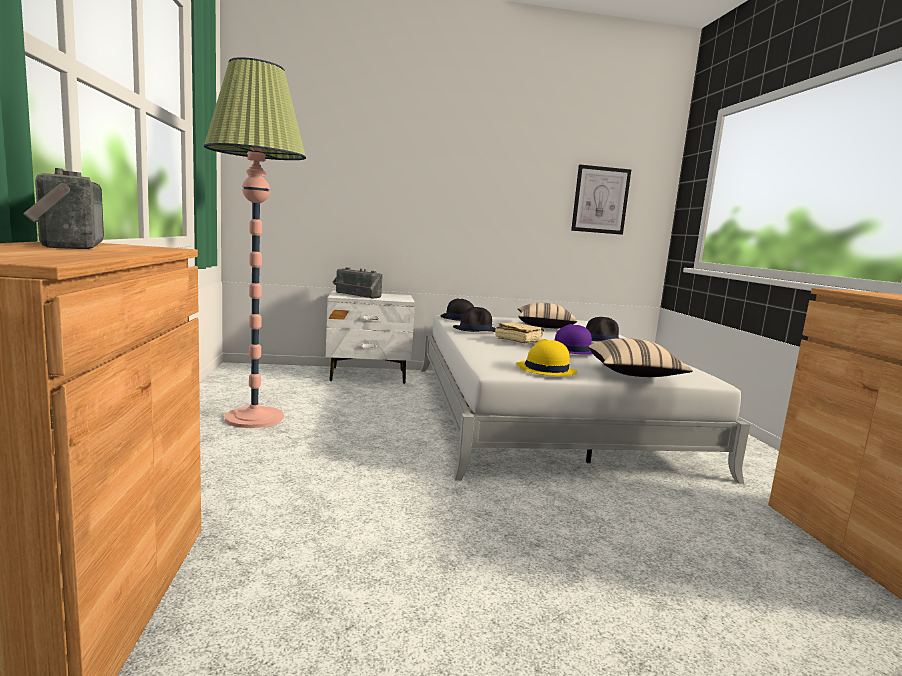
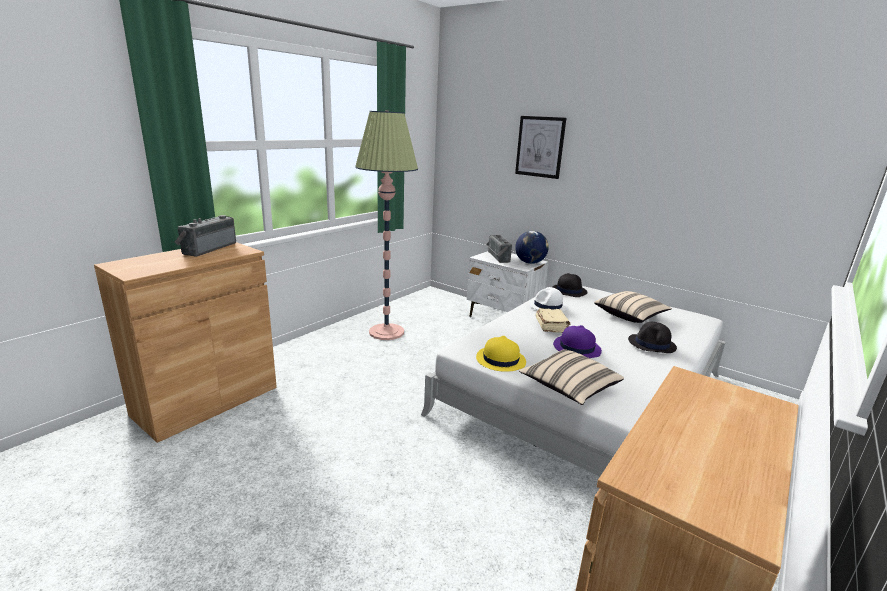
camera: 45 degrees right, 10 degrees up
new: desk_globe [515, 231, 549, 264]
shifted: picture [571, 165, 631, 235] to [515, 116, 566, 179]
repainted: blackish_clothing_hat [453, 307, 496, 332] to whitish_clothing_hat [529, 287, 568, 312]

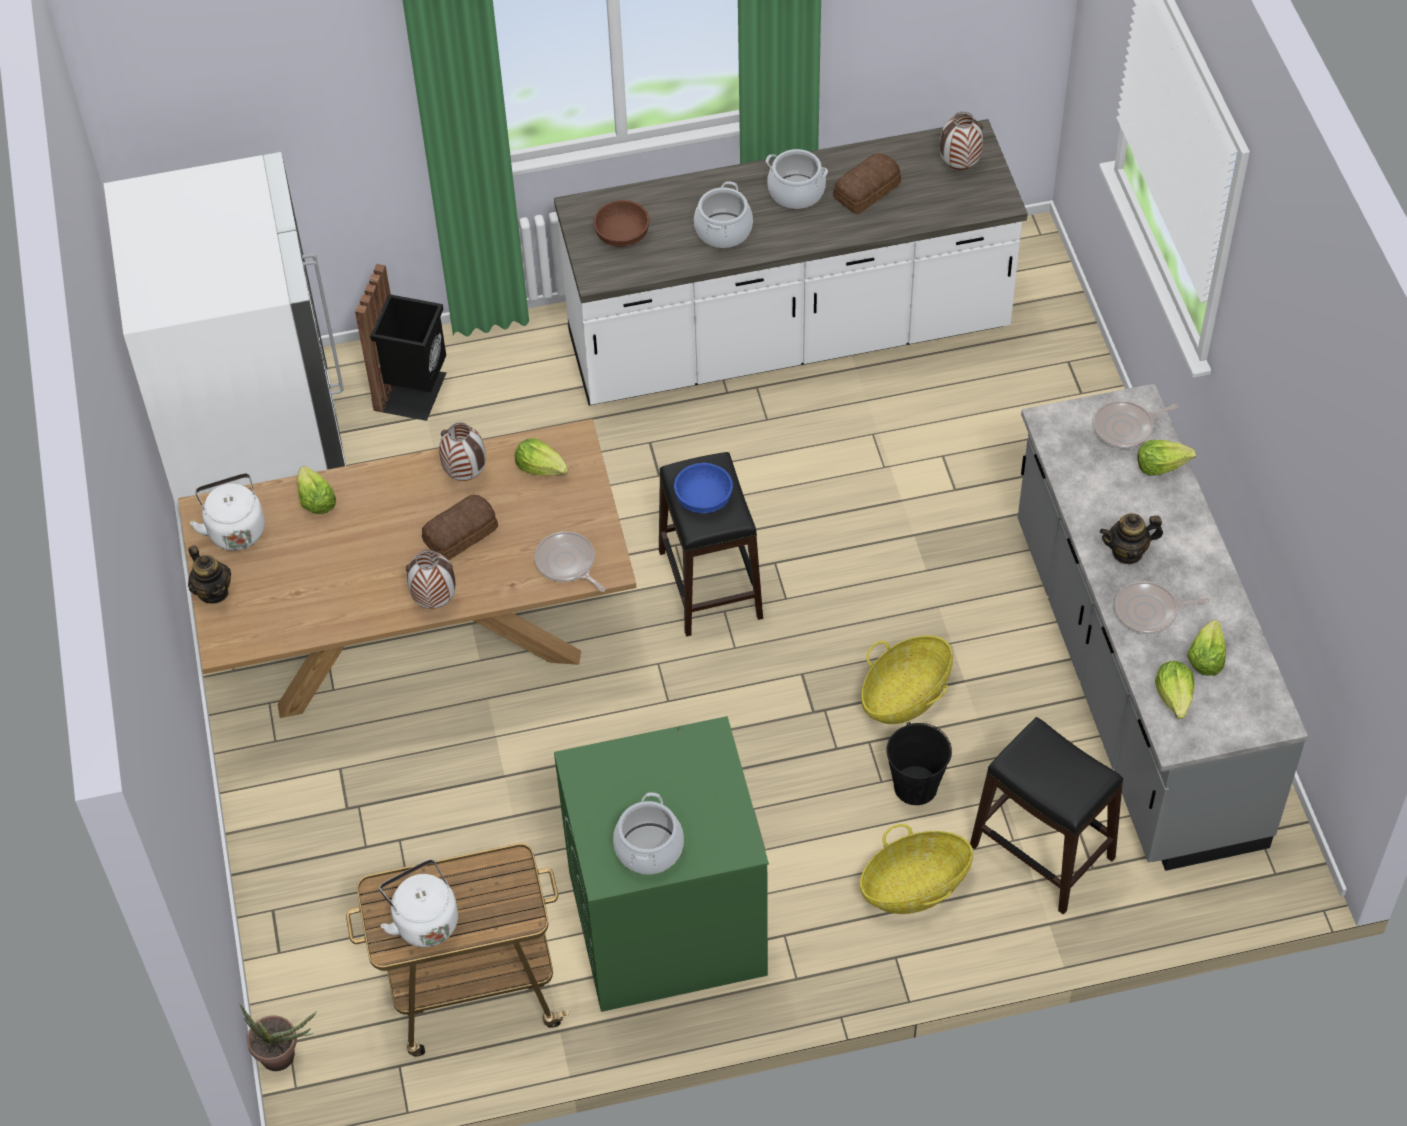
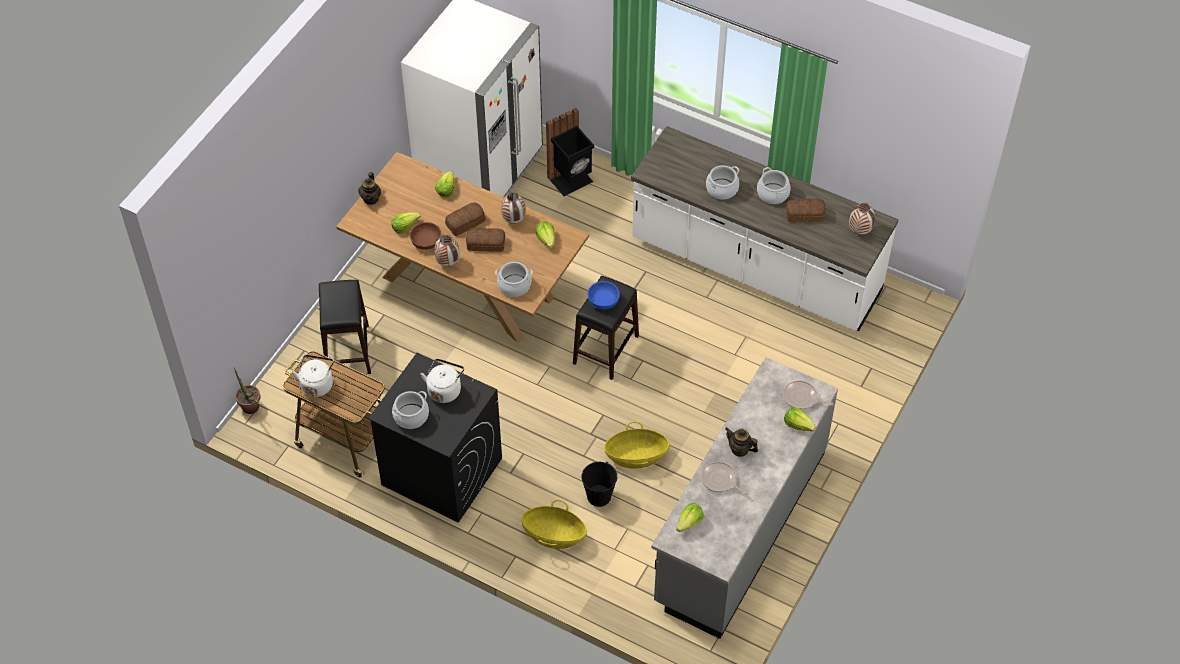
camera: 40 degrees right, 0 degrees up
new: baked_bread [445, 202, 486, 236]
shifted: whitish_tea_kettle [190, 473, 265, 551] to [420, 359, 464, 403]; brown-coloured_deep_dish [593, 200, 650, 247] to [410, 222, 442, 250]; blackish_stool [970, 717, 1123, 915] to [319, 280, 371, 374]; lettuce [1187, 620, 1226, 676] to [391, 212, 420, 234]
swapped: skillet [534, 531, 605, 592] to saucepot [495, 262, 533, 297]
repainted: green_laundry_appliance [554, 716, 769, 1012] to blackish_laundry_appliance [368, 353, 502, 523]

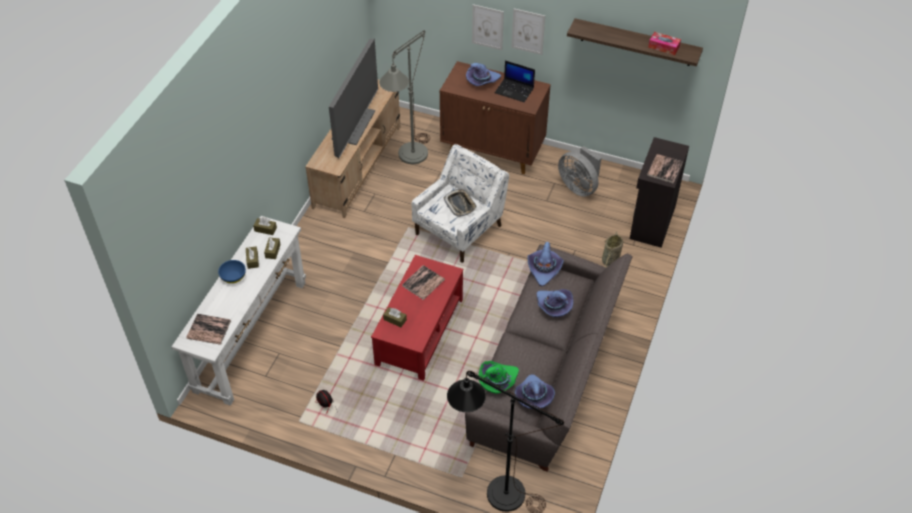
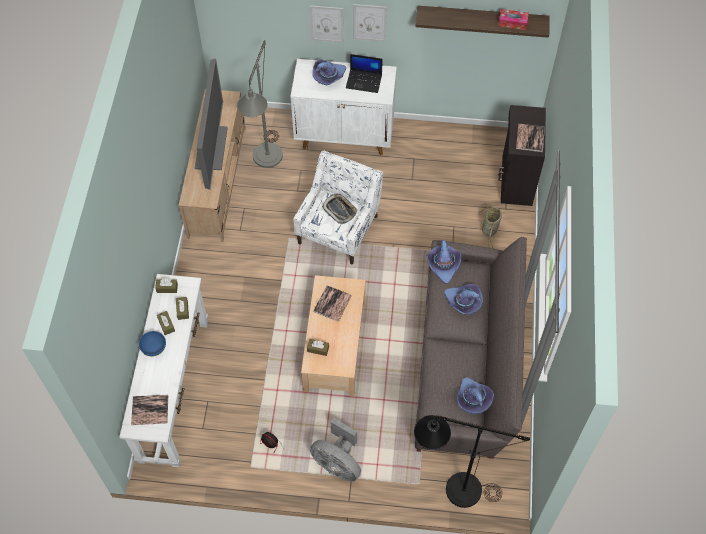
camera: 15 degrees left, 10 degrees up
gone: green_clothing_hat [479, 361, 519, 394]
shifted: gray_fan [558, 146, 601, 197] to [310, 418, 361, 481]
repainted: red_lounge_table [371, 255, 463, 381] to beige_lounge_table [301, 275, 366, 396]; brown-coloured_cupboard [440, 61, 551, 174] to whitish_cupboard [291, 59, 397, 155]

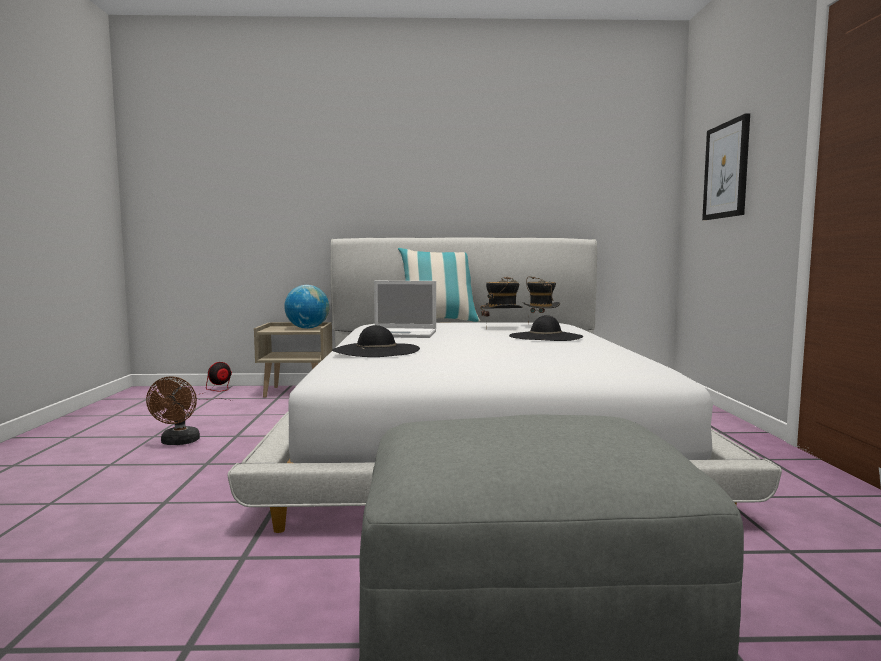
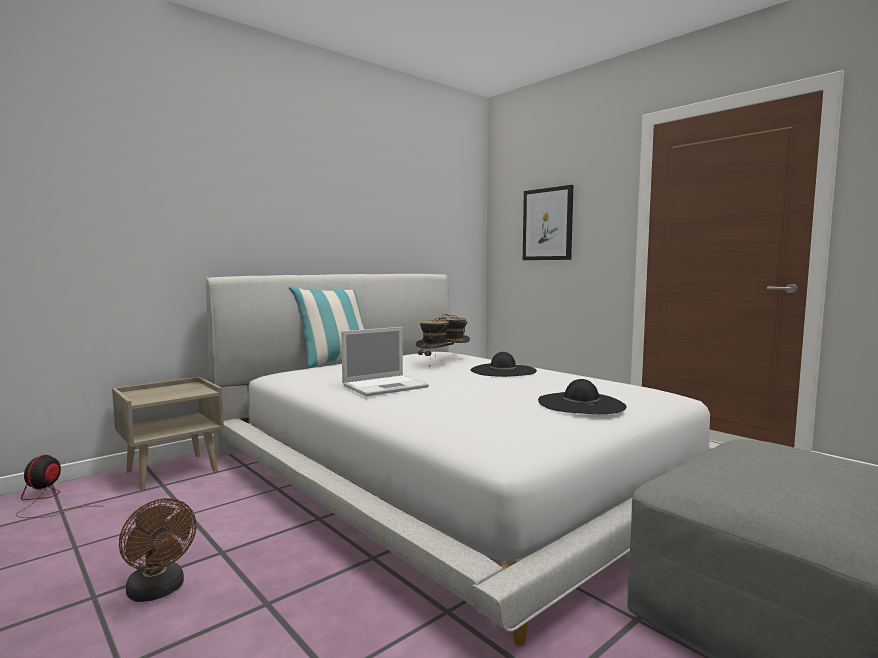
camera: 40 degrees left, 0 degrees up
gone: desk_globe [284, 285, 329, 329]
shifted: blackish_clothing_hat [332, 325, 420, 357] to [538, 379, 626, 414]

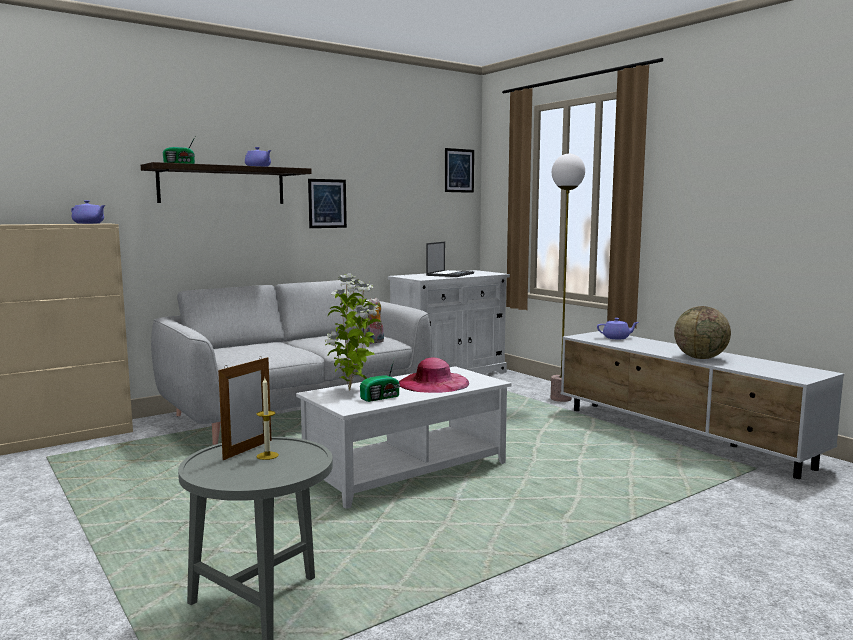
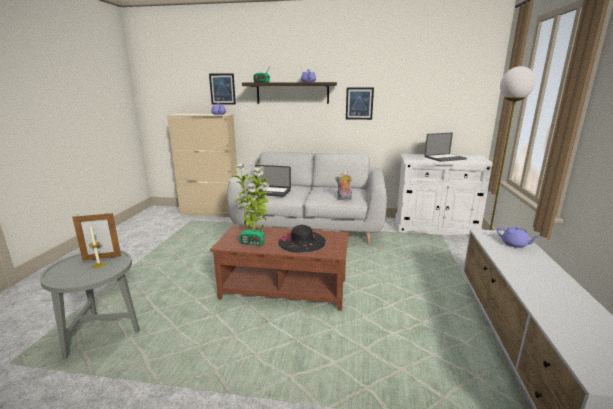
camera: 45 degrees right, 10 degrees up
gone: desk_globe [674, 306, 731, 359]
new: notebook_computer [248, 165, 291, 197]
shifted: picture [445, 148, 474, 193] to [209, 73, 236, 105]
repainted: whitish_lounge_table [296, 366, 512, 509] to brown-coloured_lounge_table [210, 225, 349, 311]; pinkish_clothing_hat [399, 358, 469, 393] to blackish_clothing_hat [278, 225, 327, 253]

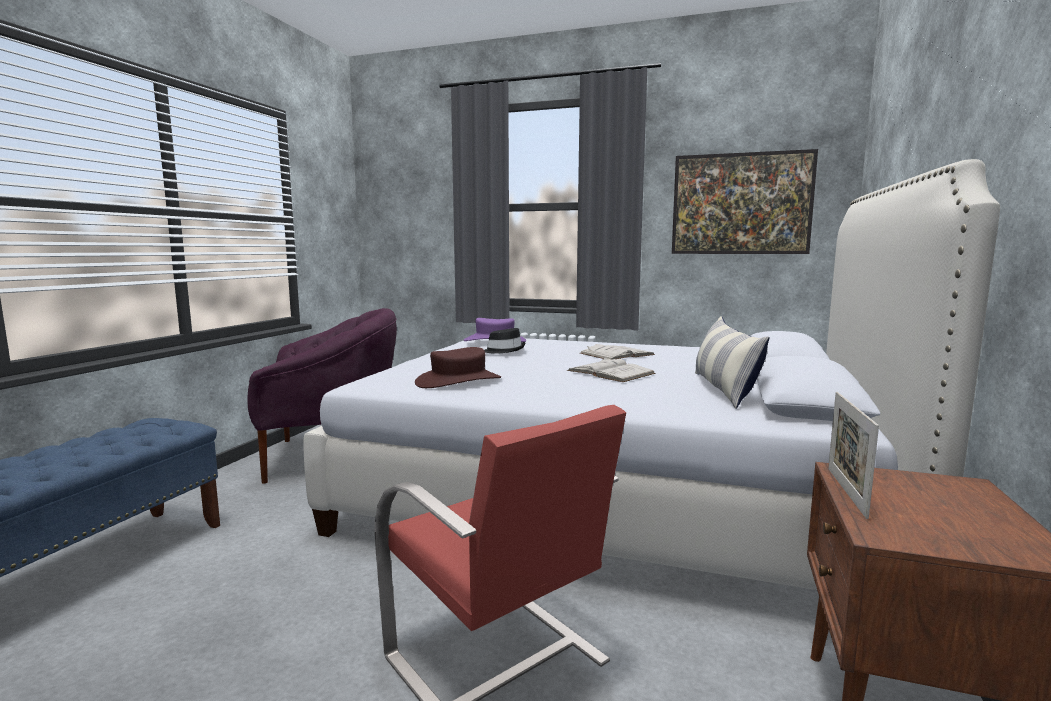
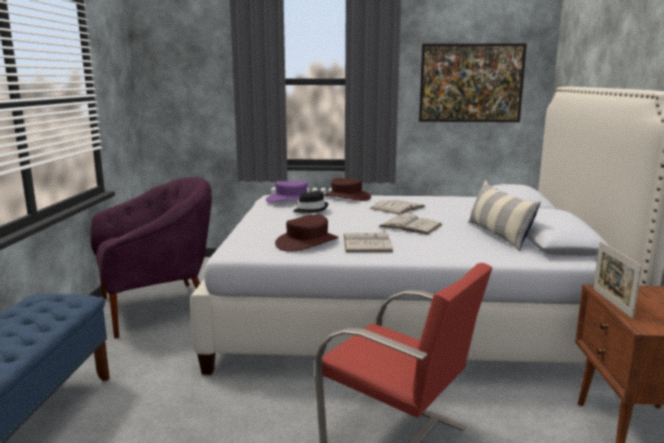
camera: 15 degrees left, 5 degrees up
new: brown-coloured_clothing_hat [324, 178, 371, 201]; whitish_book [344, 230, 393, 252]

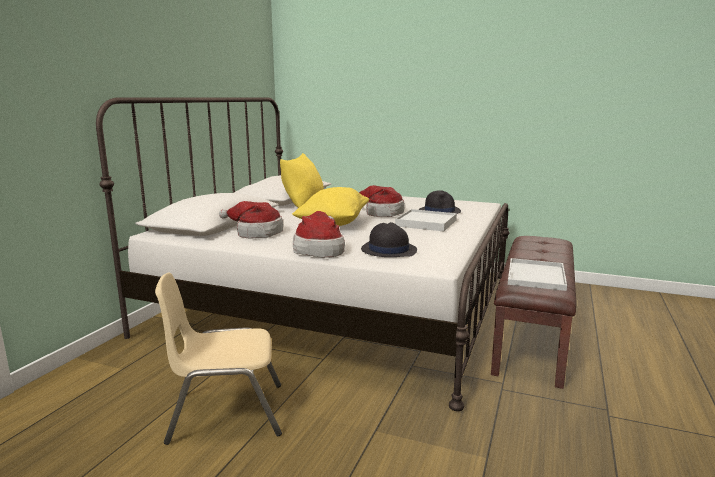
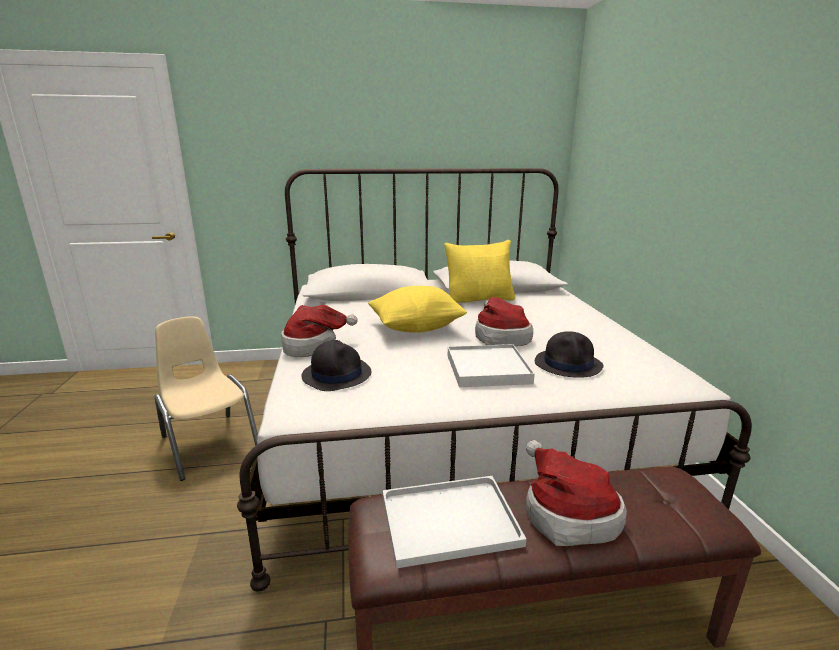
camera: 60 degrees right, 5 degrees up
shifted: clothing_hat [219, 201, 283, 238] to [526, 440, 627, 546]

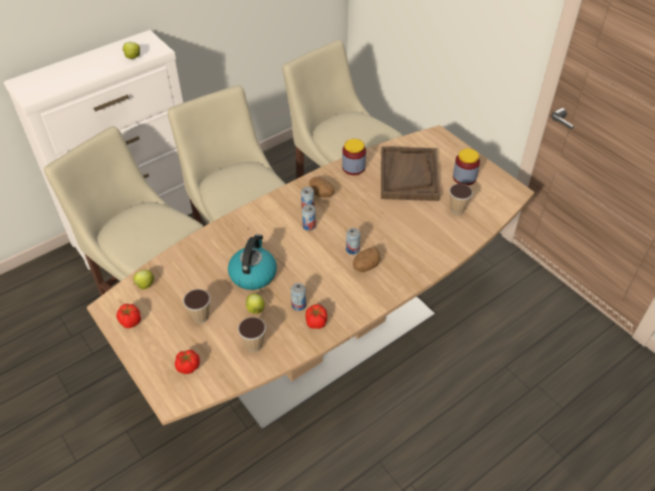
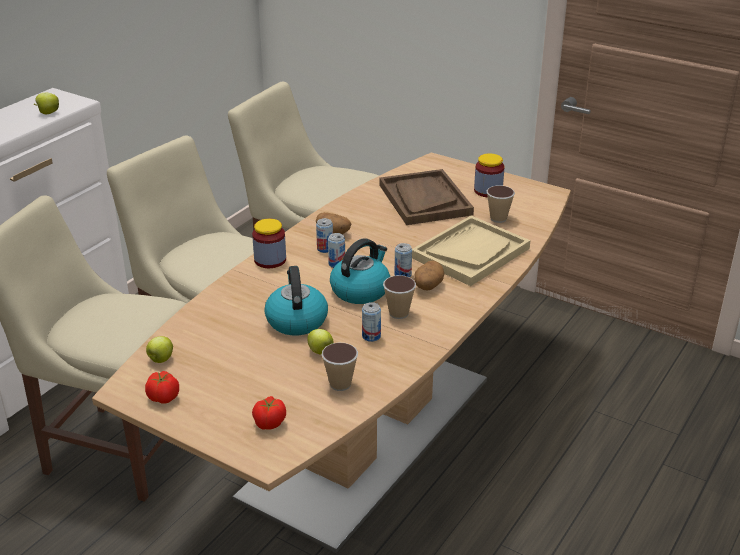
camera: 20 degrees left, 15 degrees down
gone: tomato [305, 304, 327, 329]
new: tea_kettle [330, 238, 390, 304]; beige_serving_tray [412, 216, 531, 286]
shifted: drinking_cup [183, 289, 211, 323] to [383, 275, 416, 319]; preserve_jar [342, 139, 366, 175] to [252, 219, 286, 268]

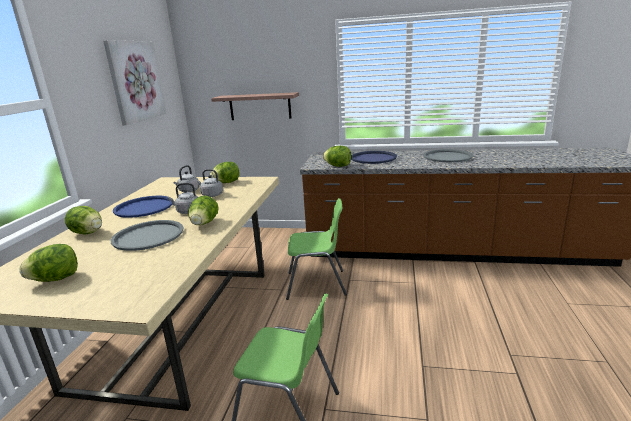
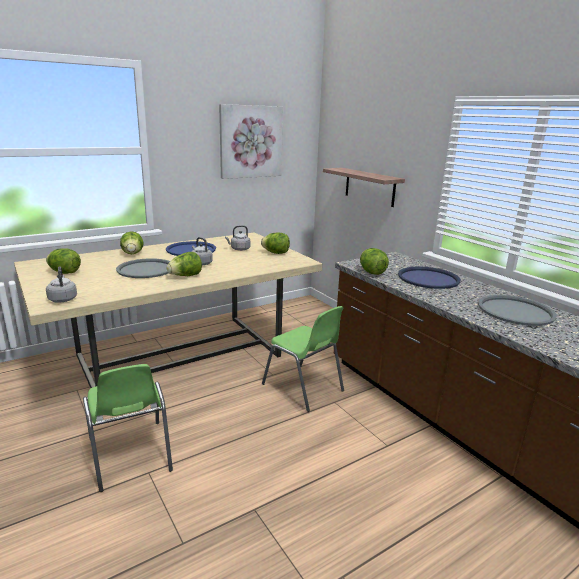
camera: 45 degrees right, 0 degrees up
shifted: gray_tea_kettle [197, 169, 223, 197] to [46, 266, 77, 303]

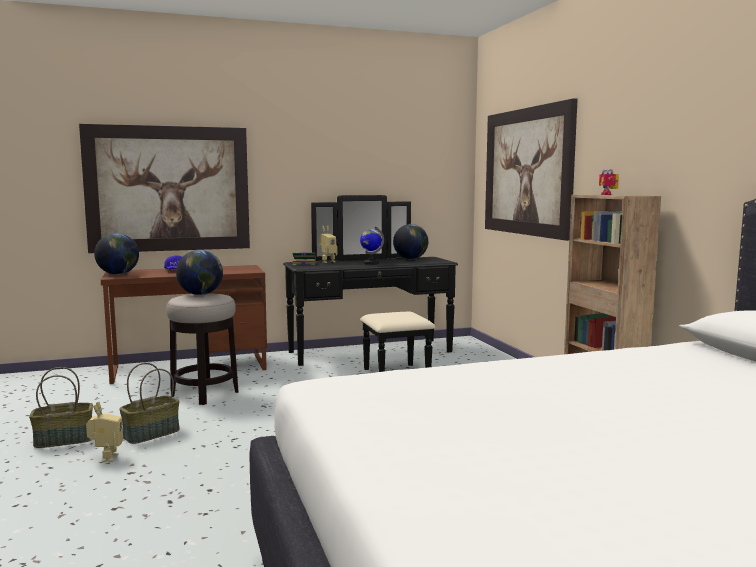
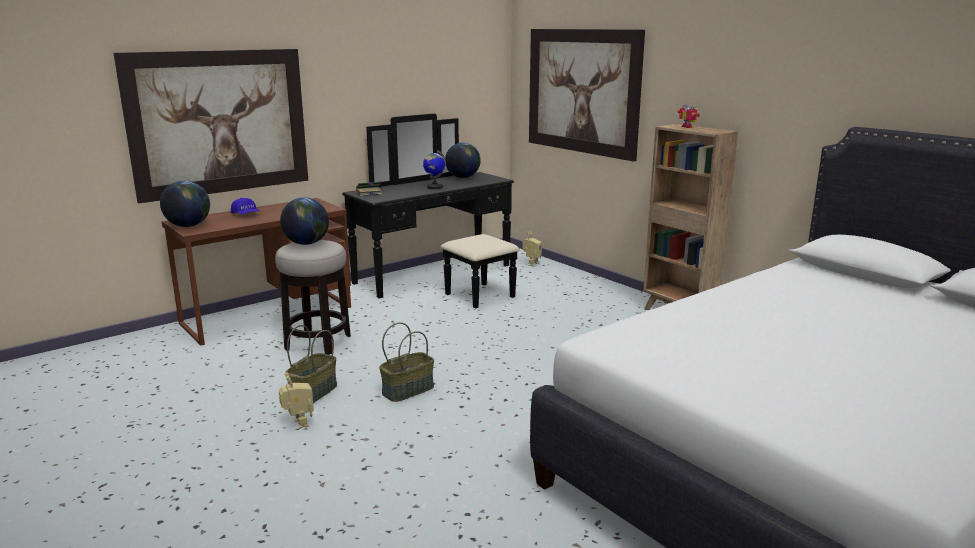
camera: 20 degrees left, 10 degrees up
shifted: storage_basket [29, 367, 93, 448] to [379, 322, 434, 402]; toy_robot [319, 225, 337, 263] to [522, 231, 542, 267]

